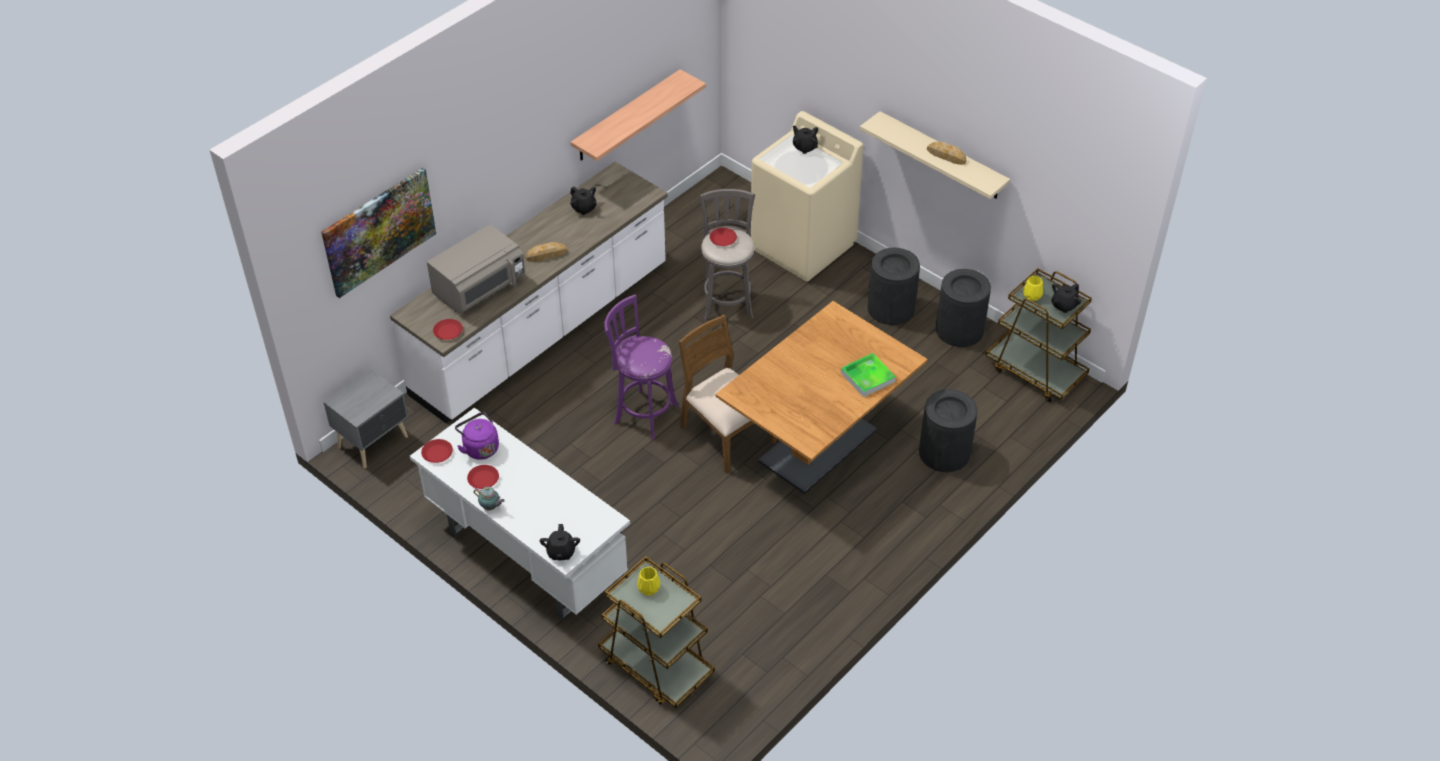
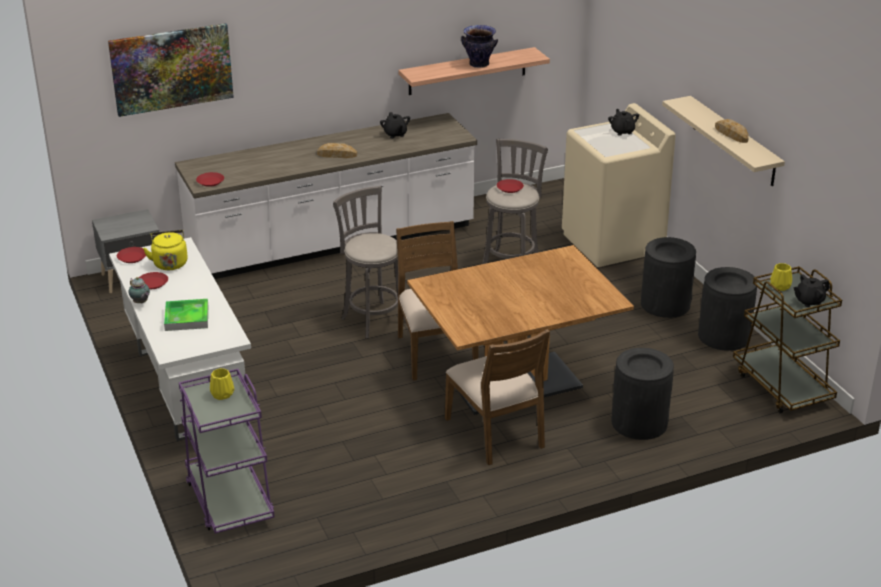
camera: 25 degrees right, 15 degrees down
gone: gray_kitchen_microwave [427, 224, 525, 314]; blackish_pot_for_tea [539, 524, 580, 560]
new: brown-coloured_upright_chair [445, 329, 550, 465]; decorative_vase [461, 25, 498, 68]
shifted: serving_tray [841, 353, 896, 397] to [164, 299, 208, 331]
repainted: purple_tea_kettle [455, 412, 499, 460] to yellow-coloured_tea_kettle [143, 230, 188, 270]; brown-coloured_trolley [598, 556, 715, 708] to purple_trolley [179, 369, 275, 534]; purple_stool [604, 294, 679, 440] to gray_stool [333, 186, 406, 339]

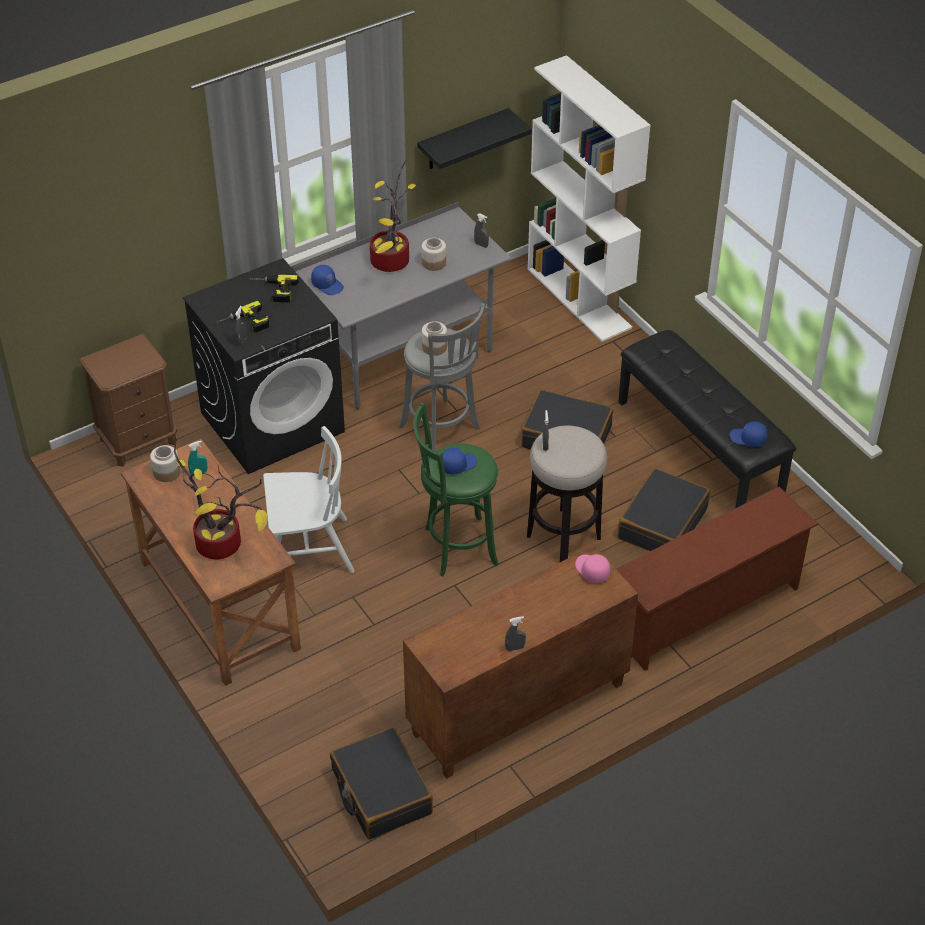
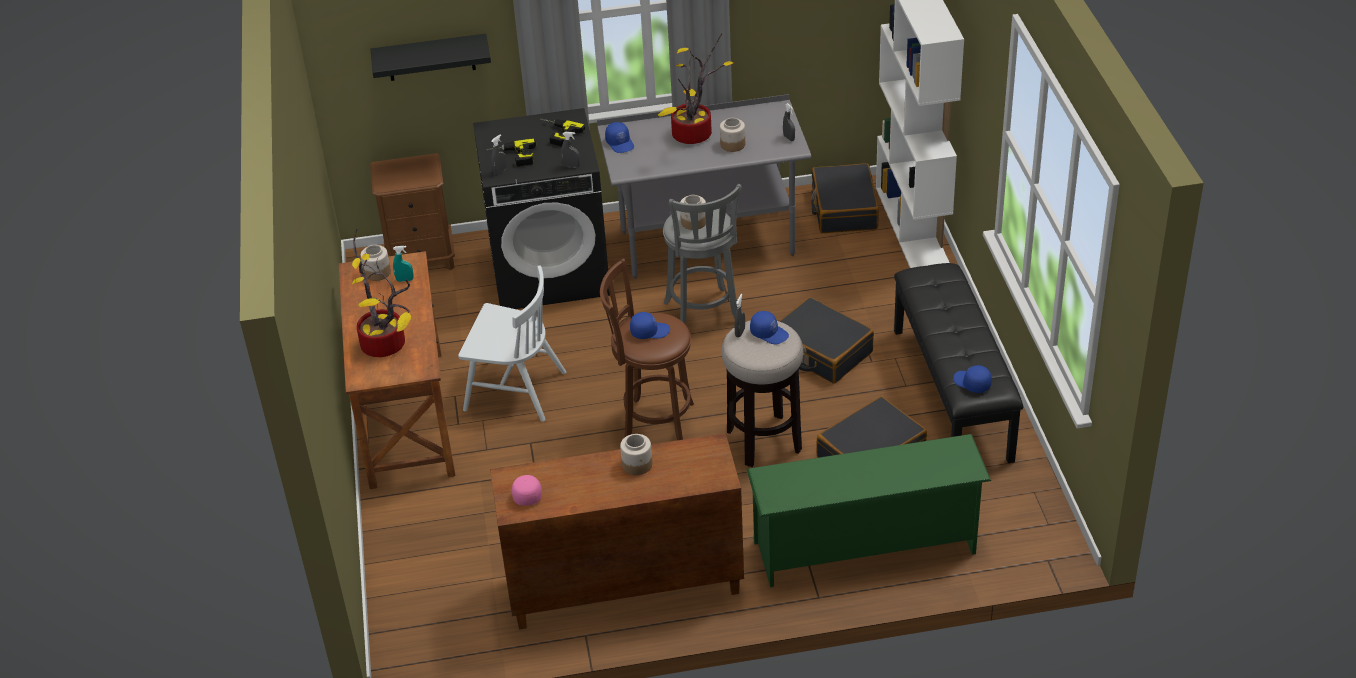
camera: 25 degrees right, 5 degrees down
new: preserve_jar [620, 434, 652, 475]; blue-coloured_peaked_cap [750, 311, 789, 345]
shifted: blackish_piece_of_luggage [330, 727, 433, 840] to [811, 163, 879, 233]; blackish_wall_shelf [417, 108, 532, 169] to [370, 34, 491, 81]; gray_hand_sprayer [505, 616, 526, 651] to [561, 132, 580, 167]; pinkish_peaked_cap [575, 554, 610, 584] to [512, 475, 542, 506]
repainted: green_stool [413, 402, 498, 576] to brown-coloured_stool [600, 258, 694, 440]; brown-coloured_shoe_rack [616, 487, 818, 671] to green_shoe_rack [746, 434, 991, 587]

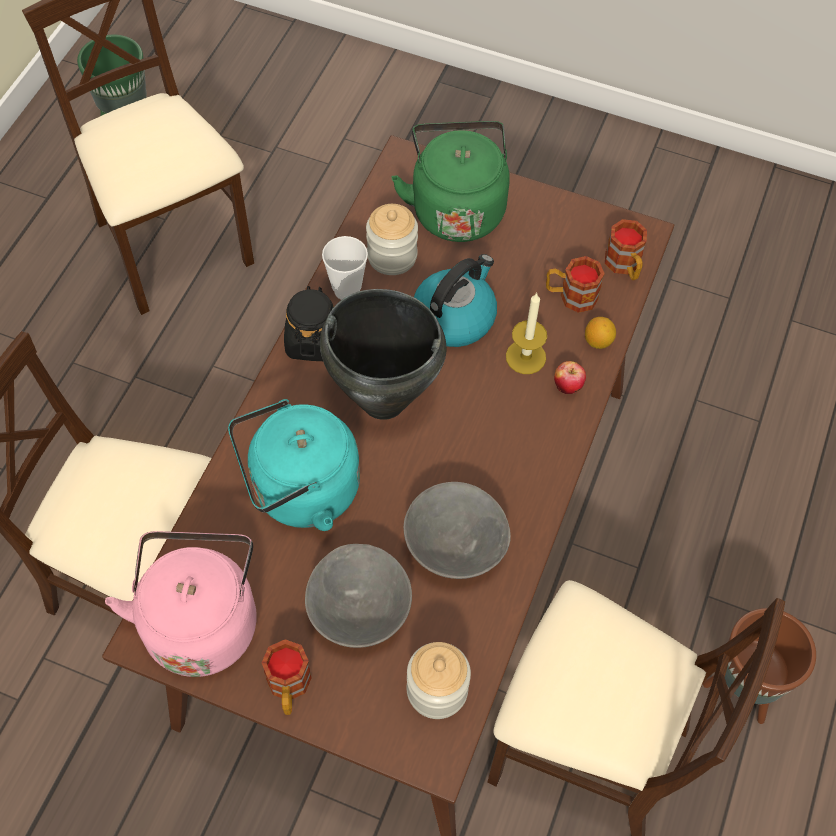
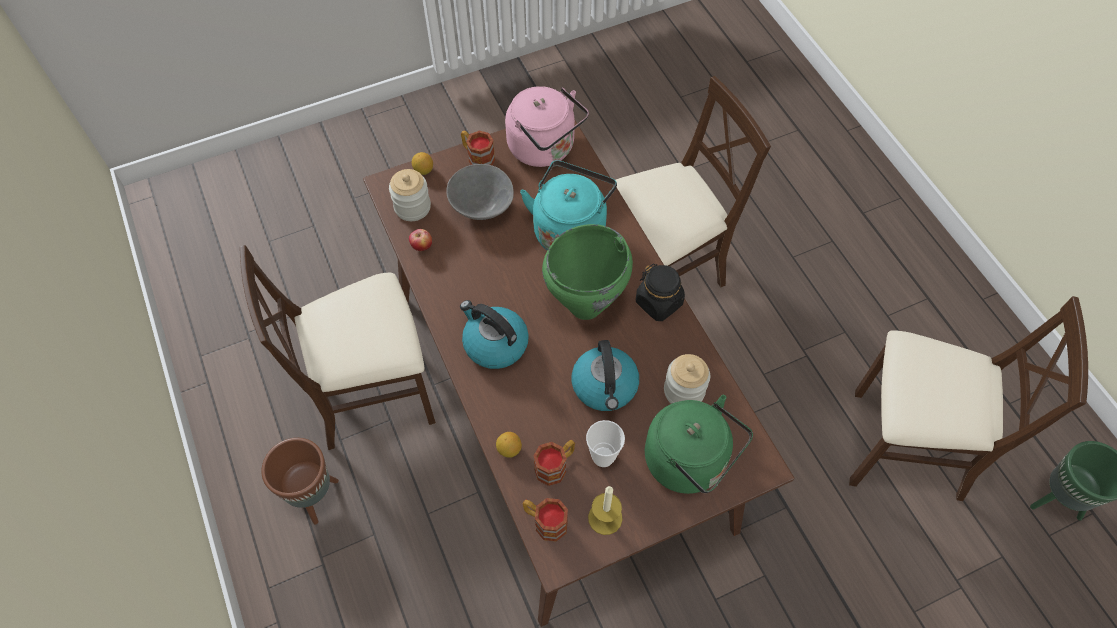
camera: 135 degrees right, 0 degrees up
gone: gray_deep_dish [404, 482, 511, 579]
new: whole_lemon [412, 152, 433, 175]; tea_kettle [460, 300, 529, 369]
shifted: drinking_cup [322, 236, 368, 300] to [586, 420, 625, 467]; candle [506, 293, 547, 374] to [588, 486, 622, 535]; apple [554, 361, 586, 394] to [409, 229, 432, 251]
repainted: blackish_saucepot [320, 289, 447, 420] to green_saucepot [542, 224, 633, 320]

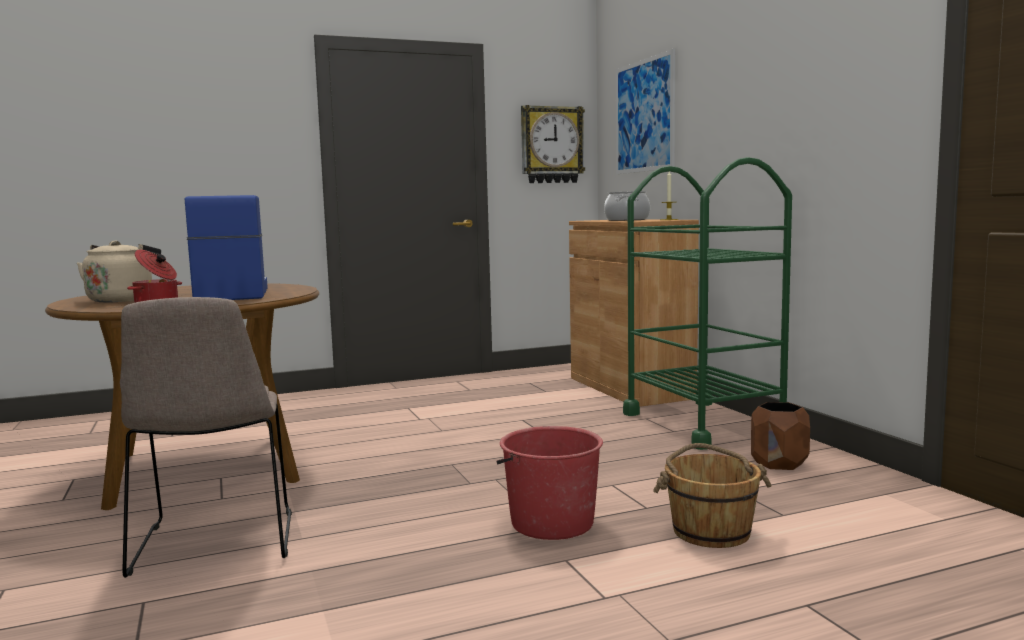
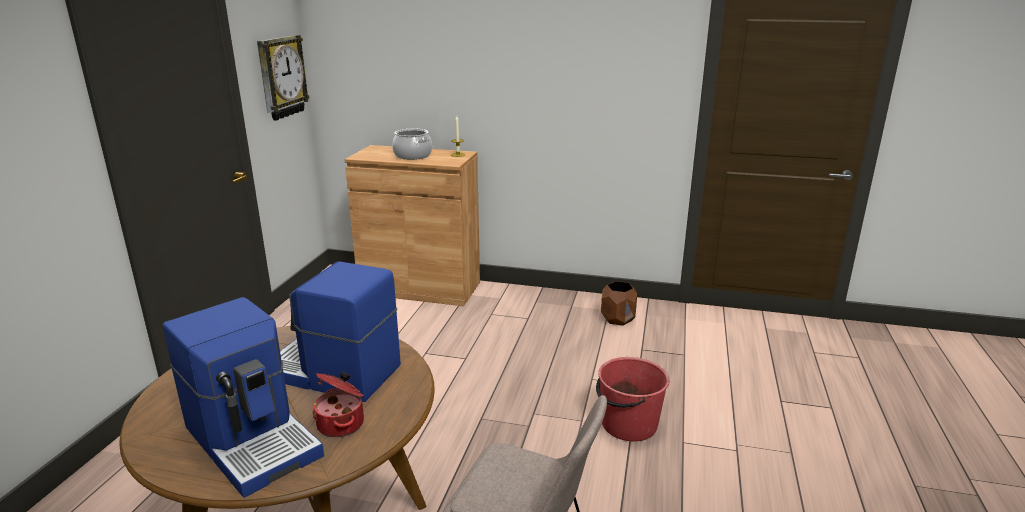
camera: 55 degrees left, 15 degrees up
gone: picture [615, 49, 675, 174]; green_trolley [623, 157, 792, 450]; brown-coloured_bucket [653, 443, 772, 548]
swapped: beige_tea_kettle [77, 241, 161, 303] to coffee_brewer [163, 297, 324, 498]

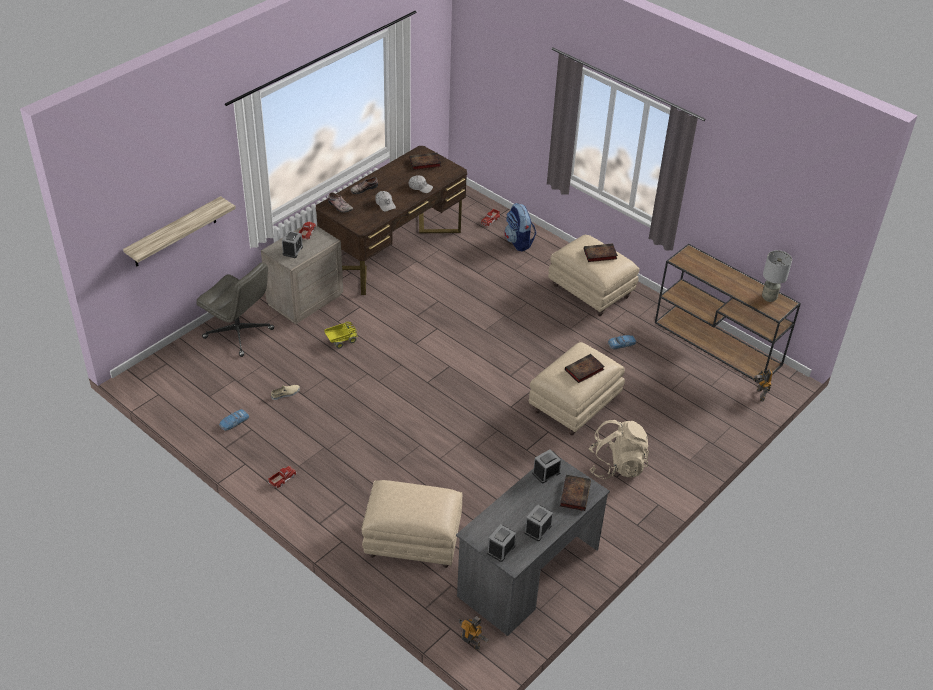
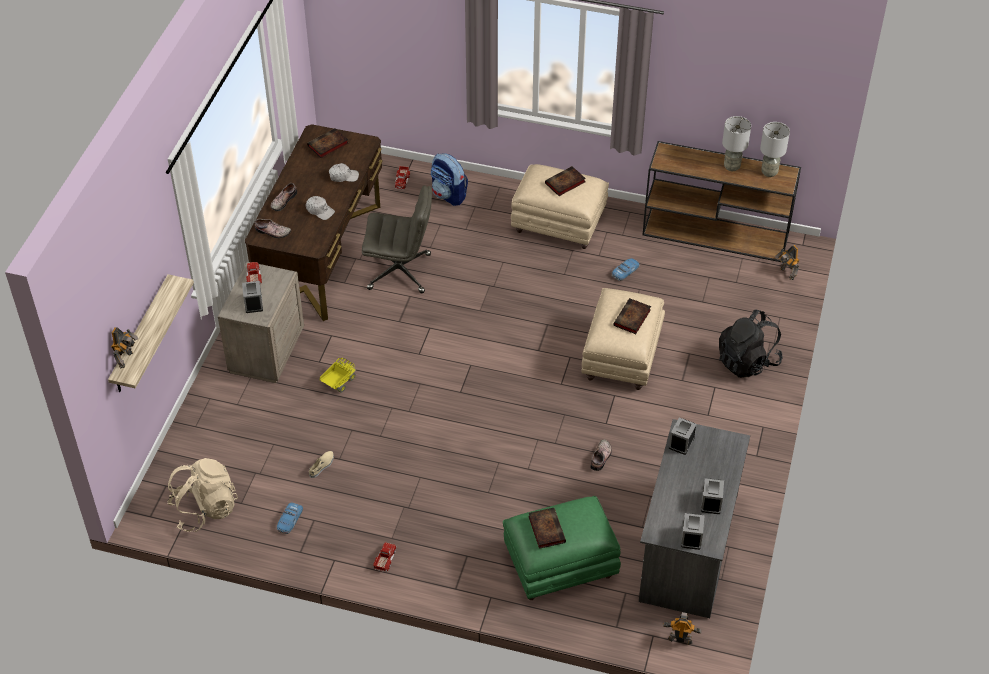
camera: 25 degrees left, 5 degrees up
new: toy_robot [111, 327, 138, 369]; low_shoe [590, 439, 612, 471]; blackish_knapsack [719, 309, 783, 378]; gray_lamp_for_a_table [722, 116, 751, 171]
shifted: gray_office_chair [196, 262, 274, 357] to [362, 186, 432, 293]; book [560, 475, 591, 511] to [528, 508, 566, 549]; beige_knapsack [589, 420, 649, 480] to [167, 458, 238, 532]
repainted: beige_footrest [362, 480, 463, 568] to green_footrest [503, 496, 621, 600]

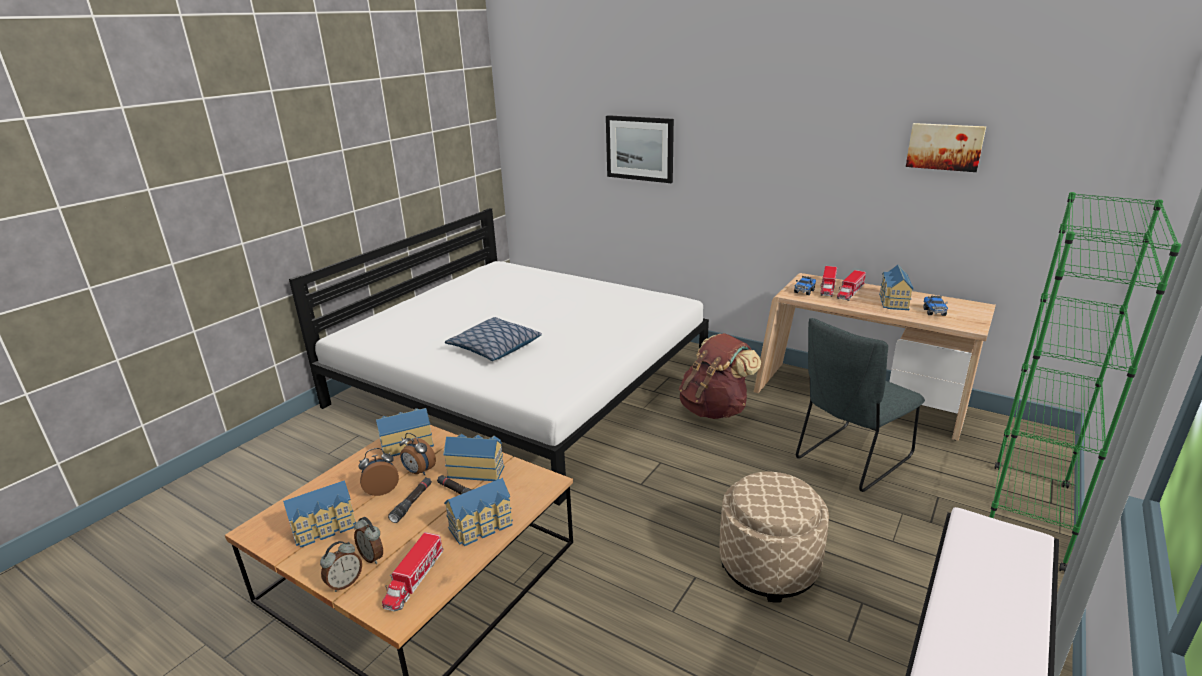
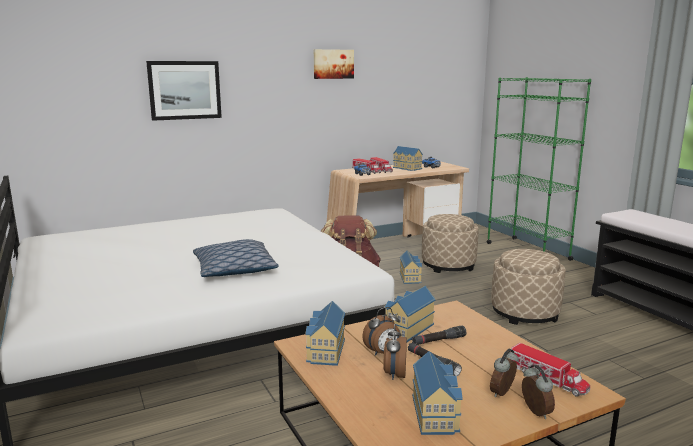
camera: 60 degrees left, 10 degrees down
shifted: model_house [444, 478, 513, 546] to [400, 250, 422, 284]; picture [906, 123, 986, 172] to [314, 49, 354, 79]
swapped: gray_upright_chair [796, 318, 925, 492] to beige_footrest [422, 214, 479, 273]
rotated: alarm_clock [354, 517, 383, 564] = [490, 349, 519, 398] 150 degrees clockwise

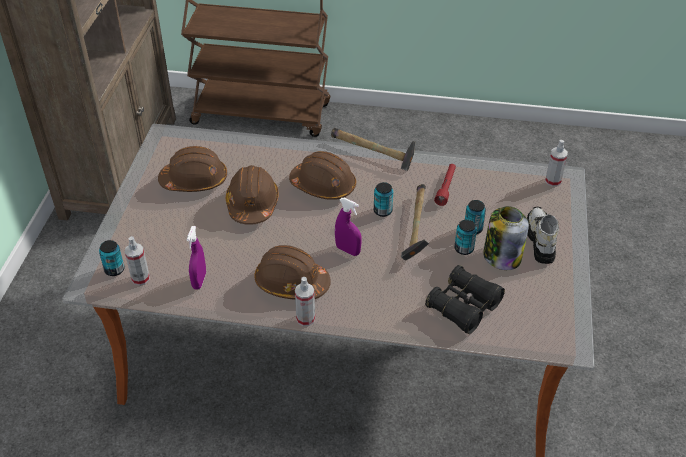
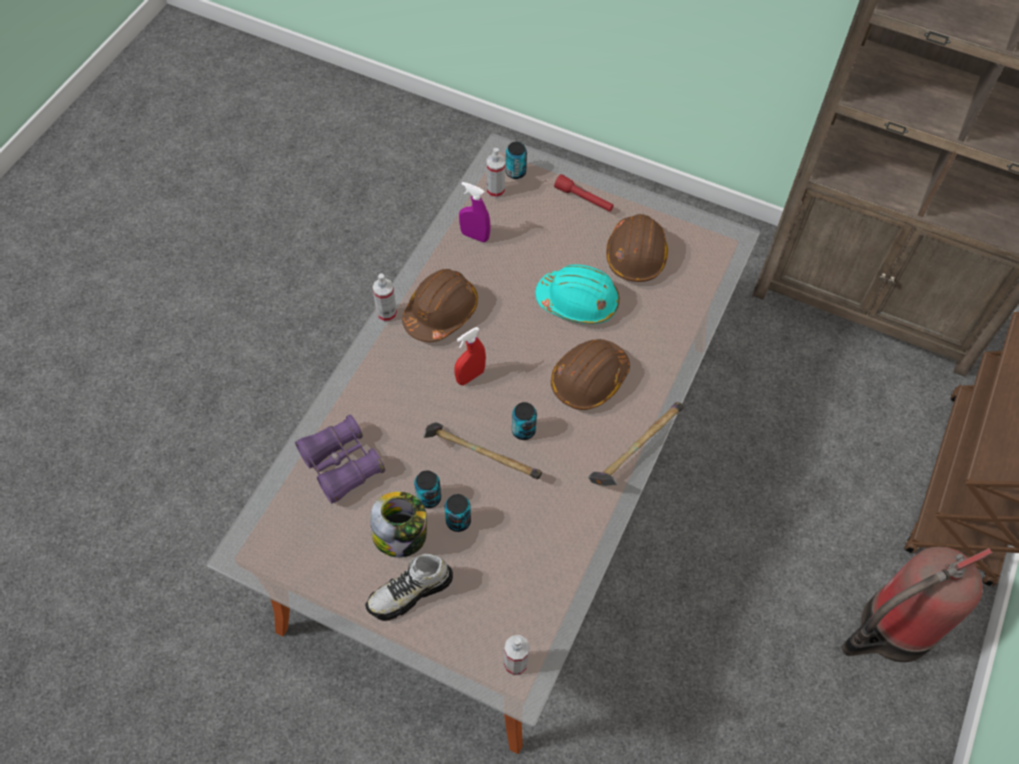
camera: 105 degrees right, 15 degrees up
new: extinguisher [842, 546, 992, 662]
shifted: red_hand_torch [434, 164, 456, 206] to [554, 174, 614, 212]
repainted: brown-coloured_safety_helmet [226, 165, 278, 225] to turquoise-coloured_safety_helmet [535, 264, 620, 324]; purple_hand_sprayer [335, 198, 362, 256] to red_hand_sprayer [455, 327, 486, 385]; blackish_field_glasses [425, 265, 505, 334] to purple_field_glasses [295, 414, 385, 504]
rotated: low_shoe [527, 207, 559, 264] = [365, 554, 453, 621] 135 degrees clockwise

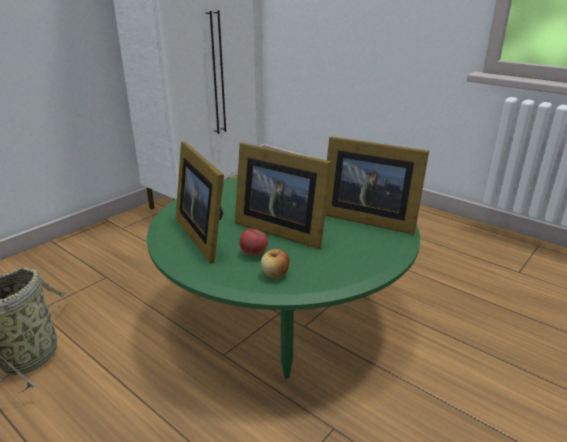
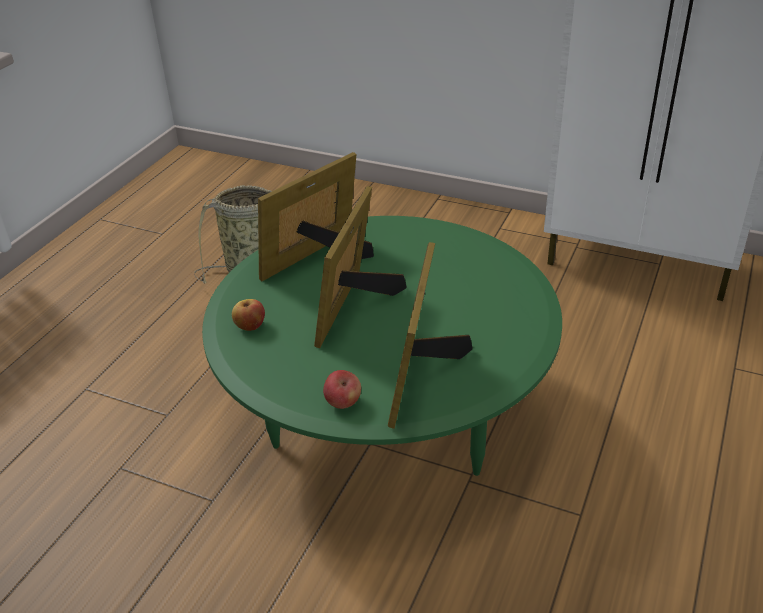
camera: 75 degrees right, 10 degrees up
shifted: apple [240, 229, 268, 255] to [323, 370, 361, 409]

